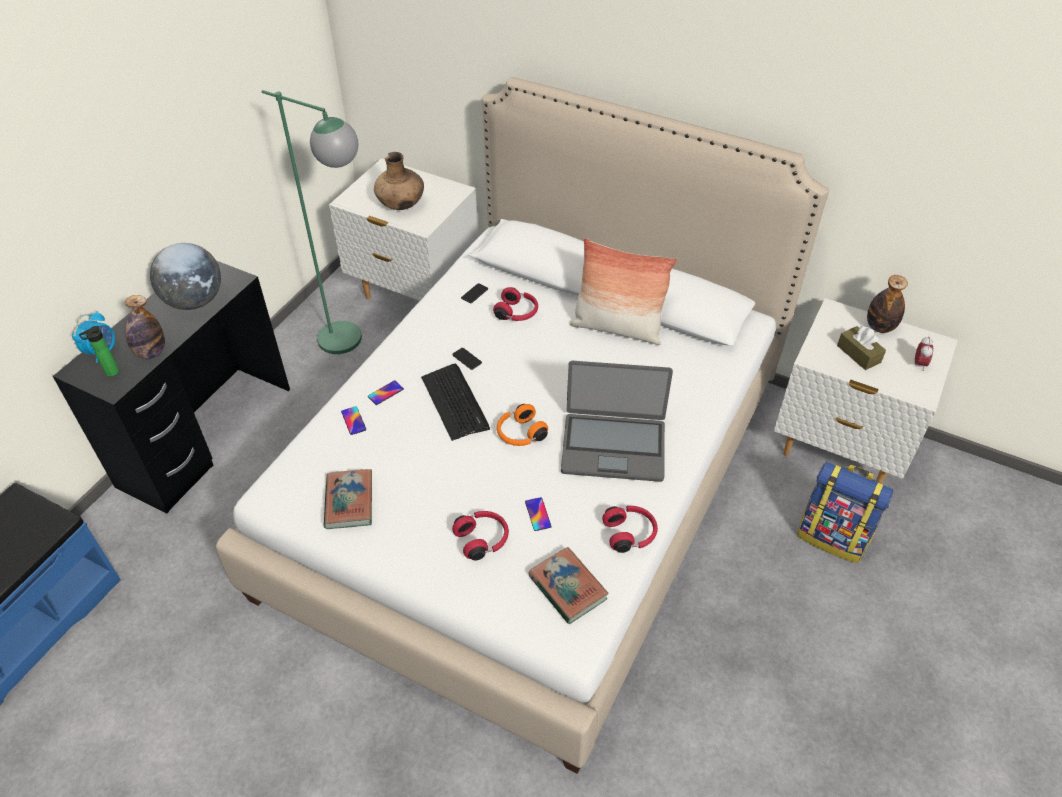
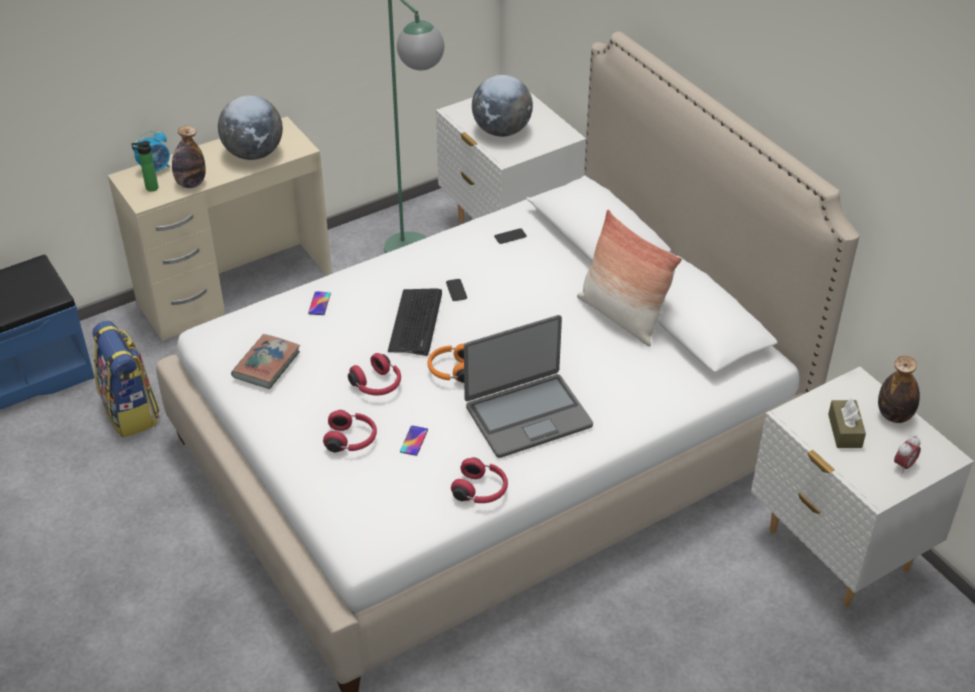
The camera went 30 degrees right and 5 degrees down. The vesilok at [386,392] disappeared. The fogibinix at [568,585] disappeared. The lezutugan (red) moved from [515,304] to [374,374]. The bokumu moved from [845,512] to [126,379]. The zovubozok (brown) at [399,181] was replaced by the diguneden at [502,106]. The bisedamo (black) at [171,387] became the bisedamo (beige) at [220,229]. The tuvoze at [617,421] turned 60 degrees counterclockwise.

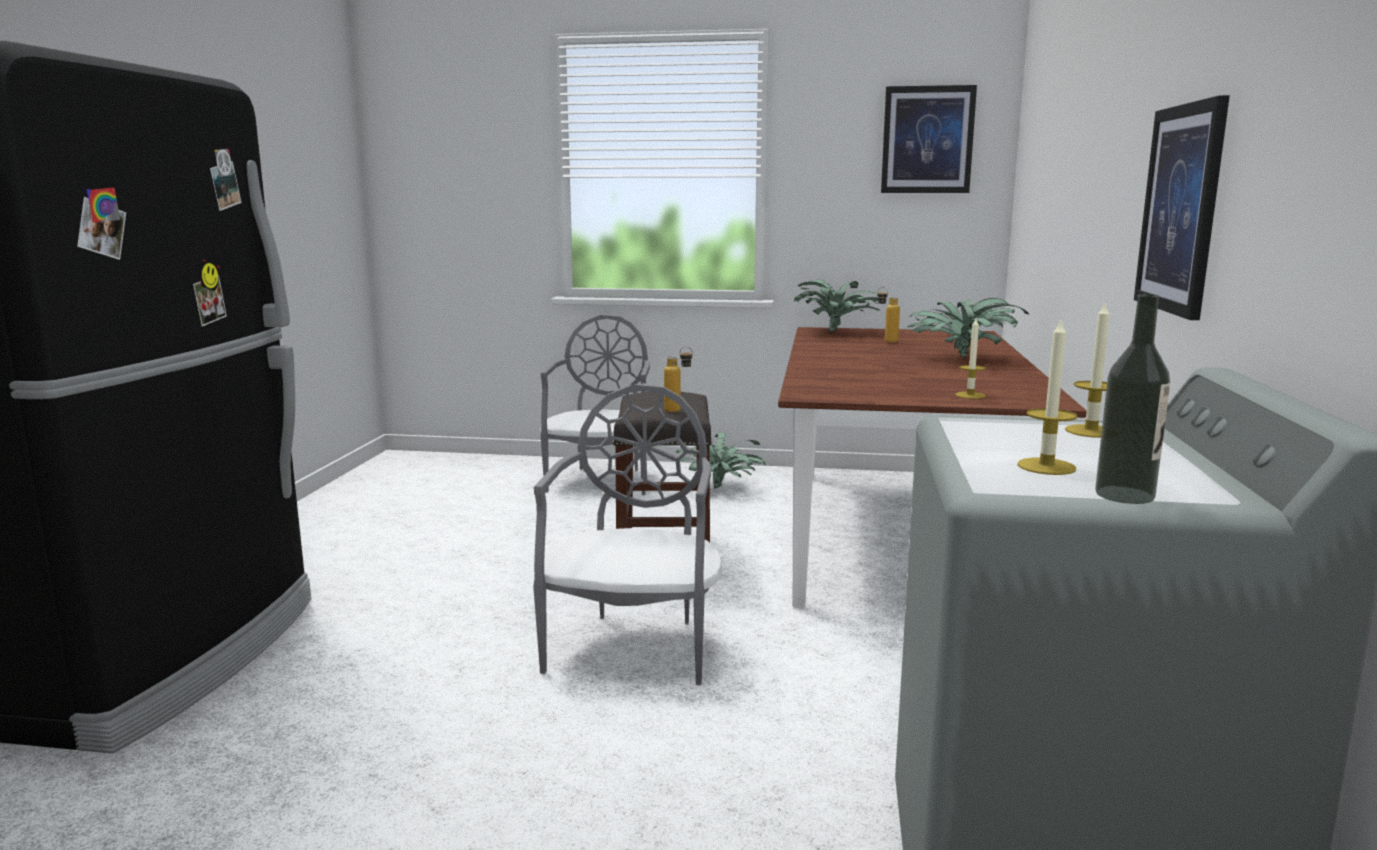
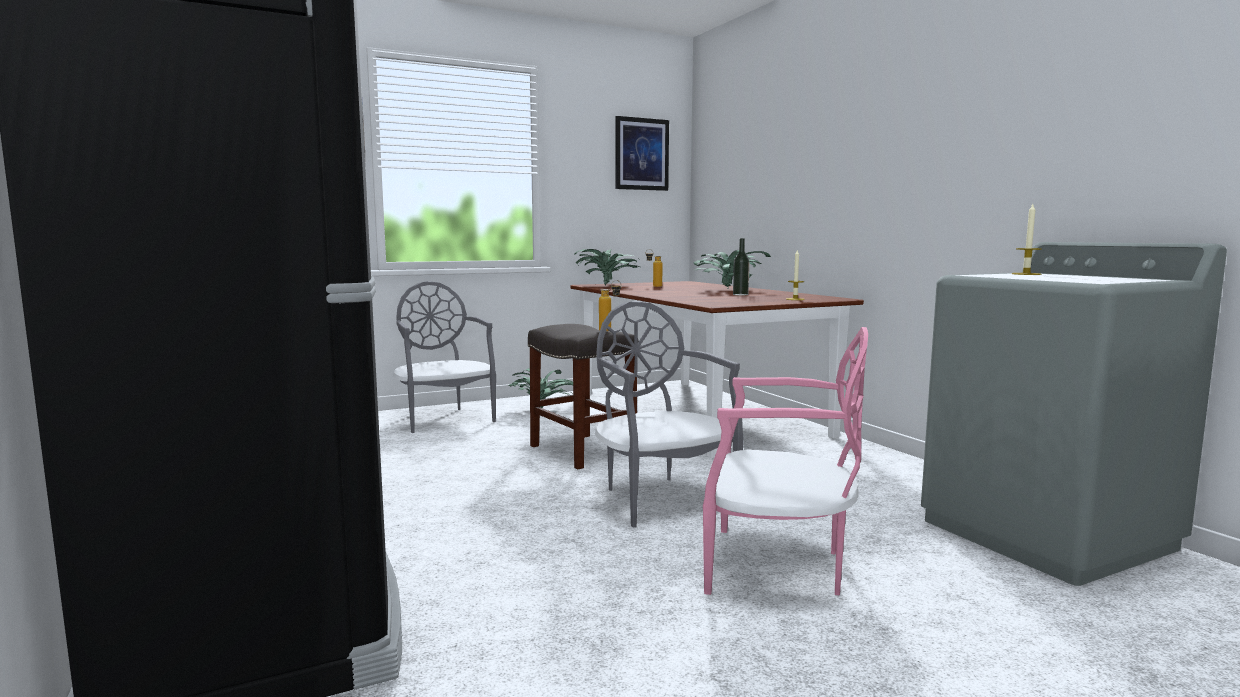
The camera went 35 degrees left and 5 degrees down. The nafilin at [1047,396] disappeared. The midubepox at [1182,207] disappeared. The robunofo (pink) at [785,461] appeared. The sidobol moved from [1132,399] to [741,266].

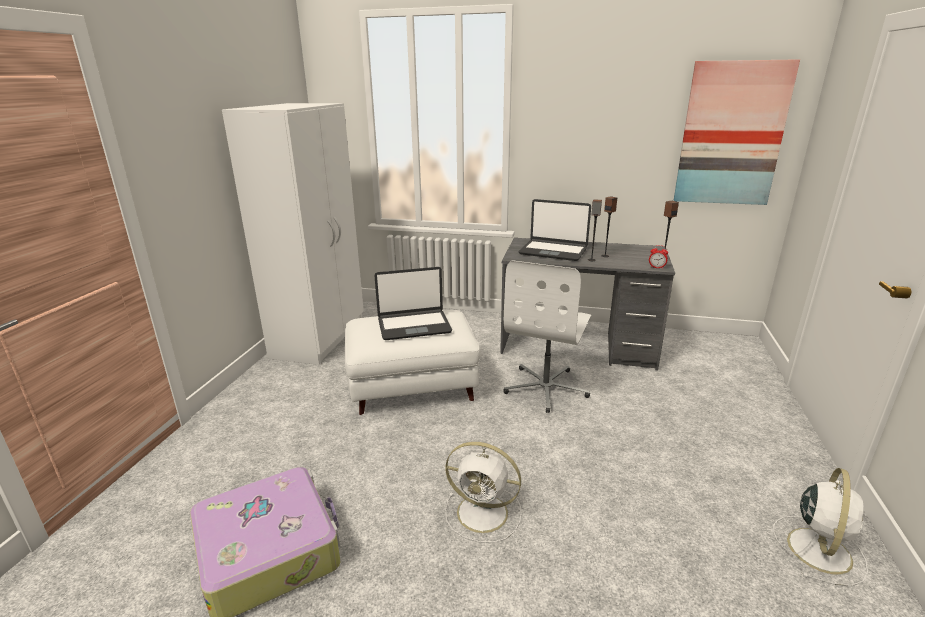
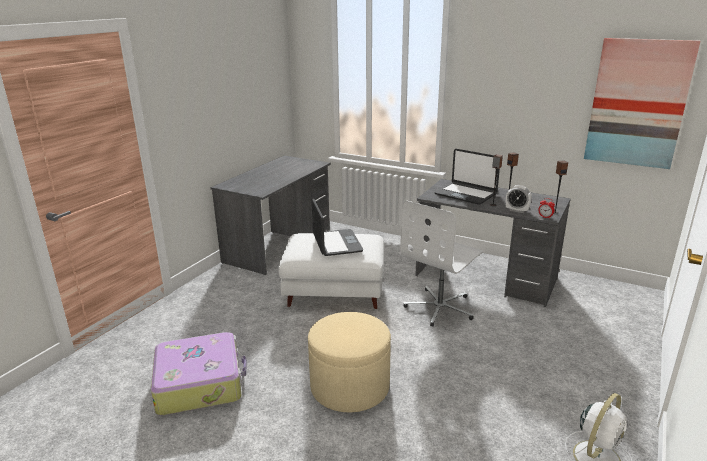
The camera went 15 degrees right and 0 degrees up. The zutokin at [519,199] appeared. The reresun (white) at [293,234] was replaced by the bisedamo (grey) at [271,215]. The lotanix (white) at [483,492] was replaced by the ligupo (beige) at [349,362]. The tuvoze at [413,303] turned 105 degrees counterclockwise.

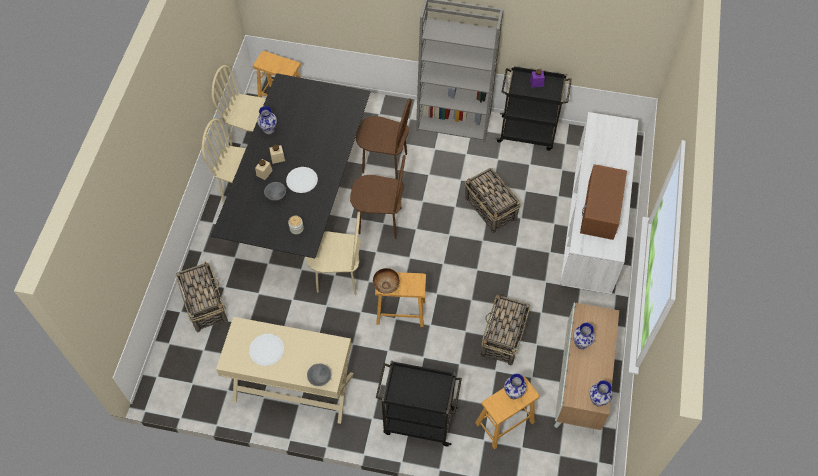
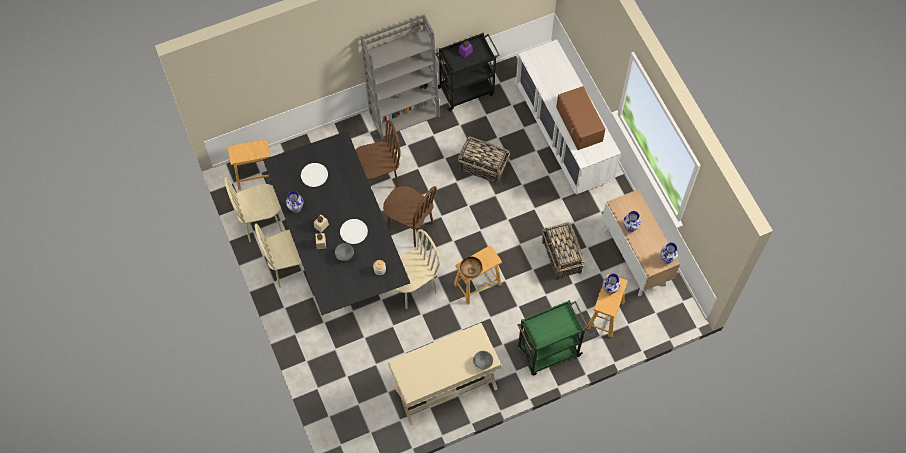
The camera went 35 degrees left and 5 degrees up. The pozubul at [202,296] disappeared. The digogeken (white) moved from [266,350] to [314,175]. The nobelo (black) at [419,403] became the nobelo (green) at [553,338]. The robunofo (brown) at [378,197] turned 60 degrees clockwise.

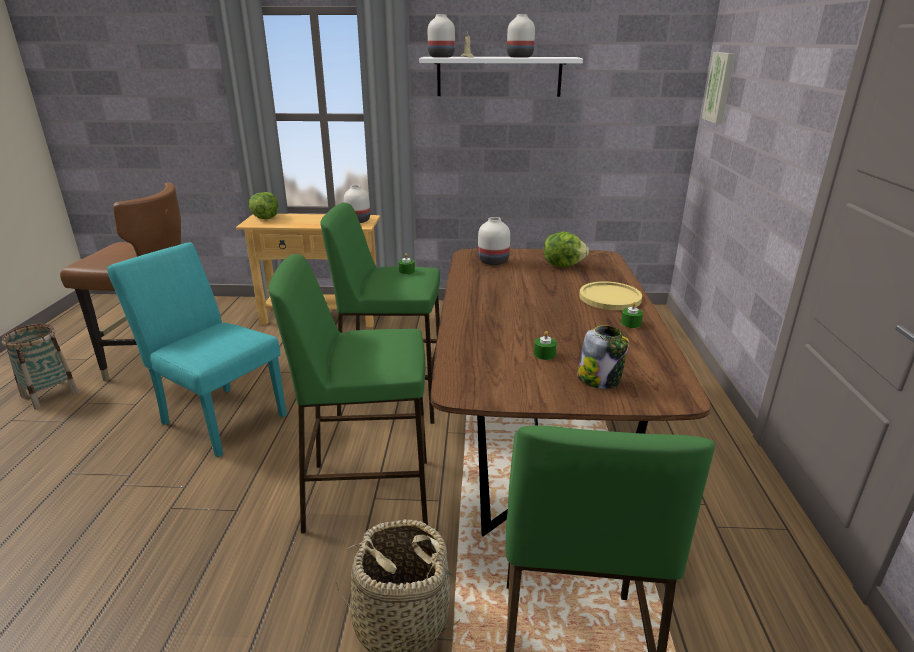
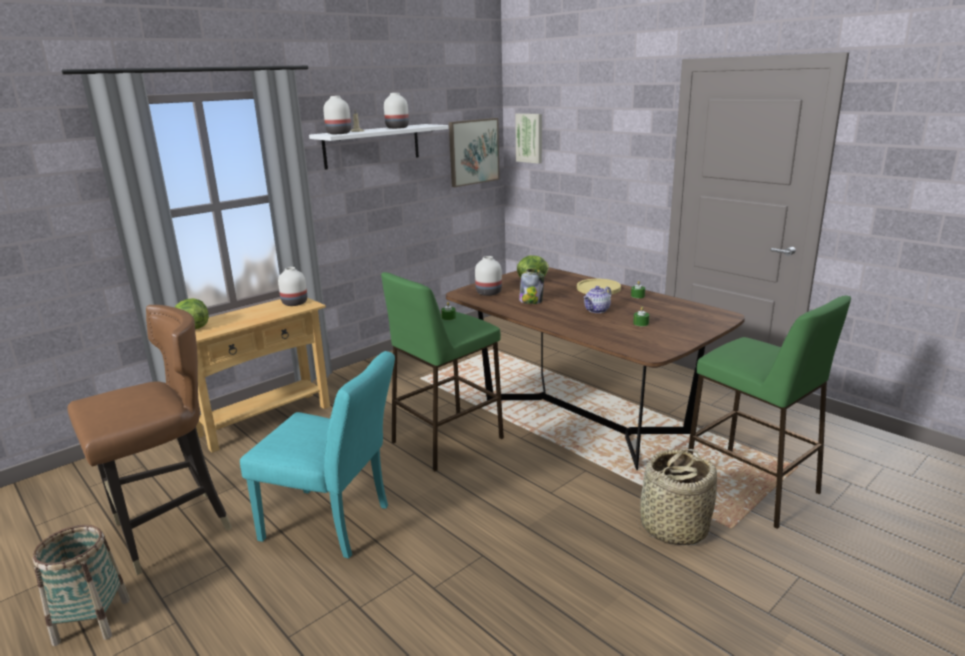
The camera went 45 degrees left and 5 degrees down. The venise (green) at [348,393] disappeared. The midubepox at [474,152] appeared. The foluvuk at [597,299] appeared. The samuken moved from [603,357] to [531,286]. The robunofo (turquoise) at [197,349] turned 150 degrees counterclockwise.

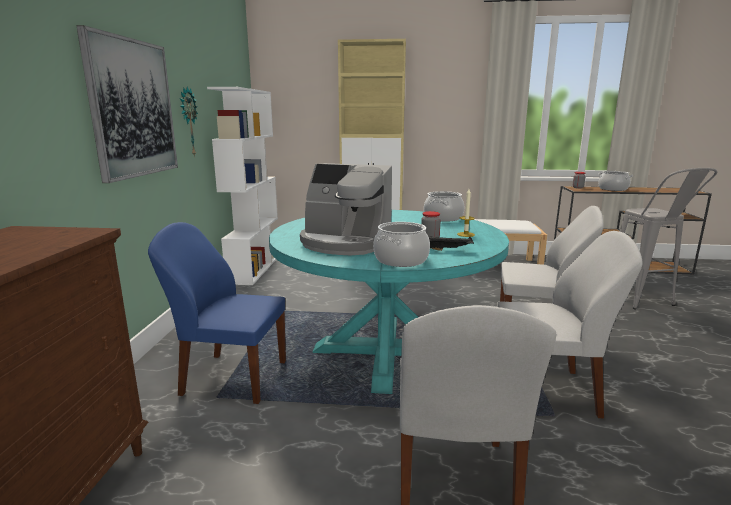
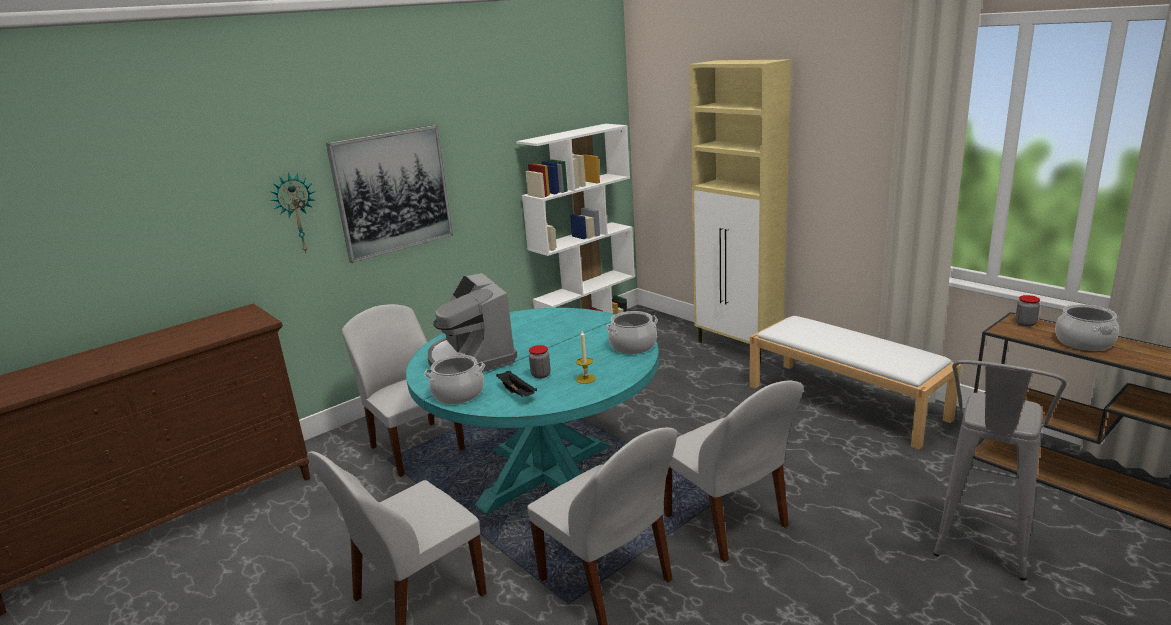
The camera went 45 degrees right and 5 degrees up. The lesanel moved from [189,122] to [293,213]. The robunofo (blue) at [217,313] became the robunofo (white) at [403,390].

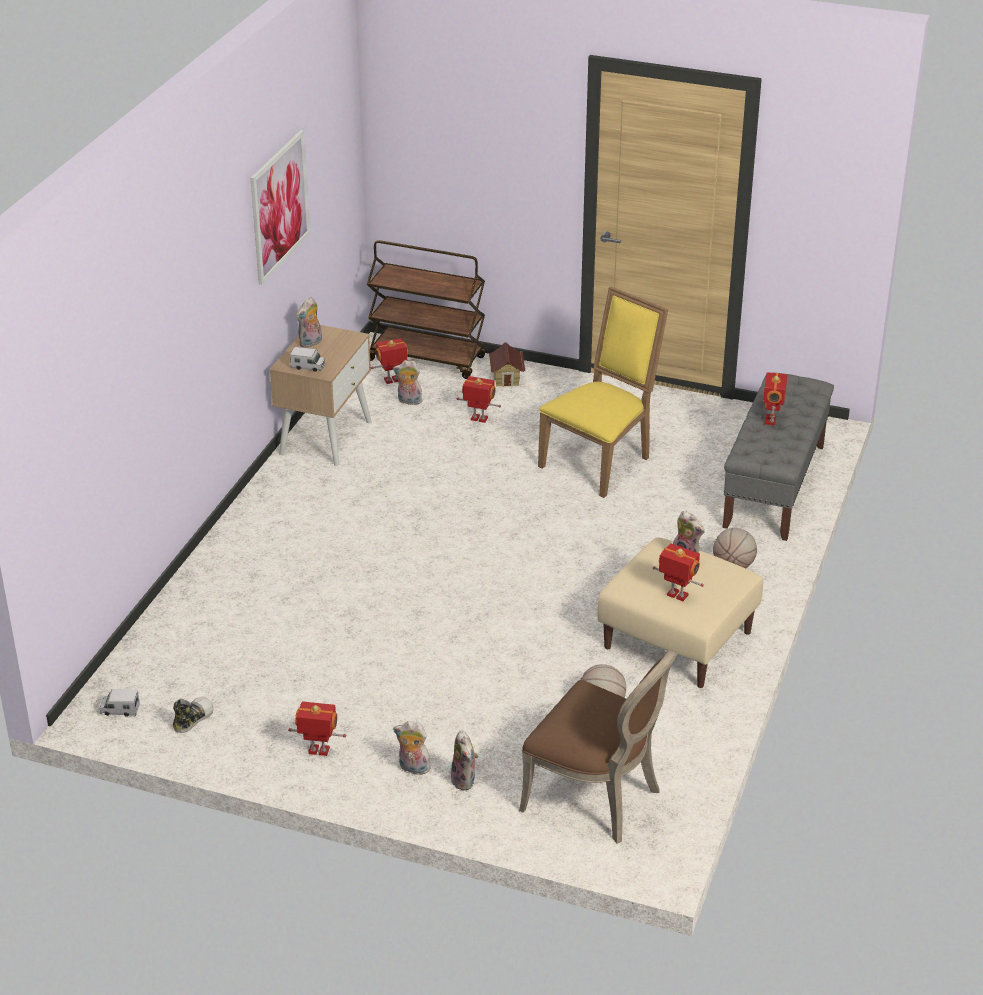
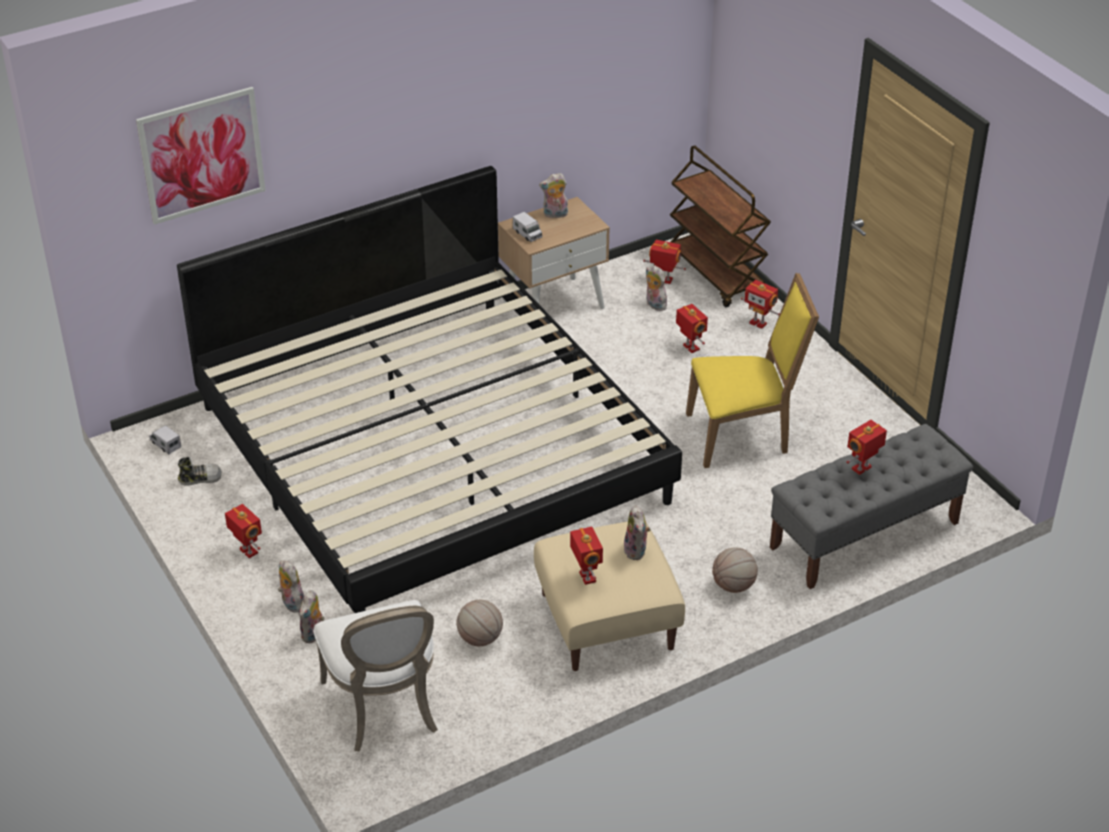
The camera went 40 degrees right and 5 degrees up. The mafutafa at [429,389] appeared. The midubepox moved from [280,207] to [201,156]. The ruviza at [507,365] was replaced by the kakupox at [760,304]. The robunofo (brown) at [598,746] became the robunofo (white) at [375,676].

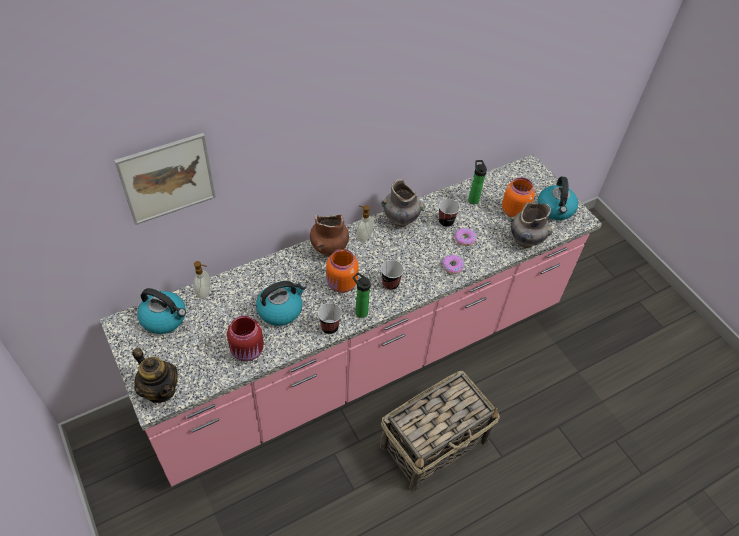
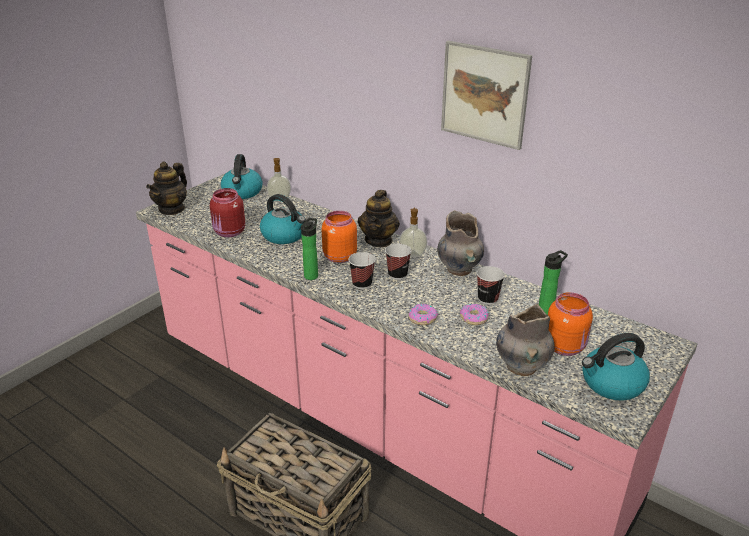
The camera went 70 degrees right and 20 degrees down. The midubepox moved from [165,179] to [486,95]. The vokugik moved from [330,318] to [398,262]. The zovubozok (brown) at [329,236] was replaced by the foluvuk at [379,218].

